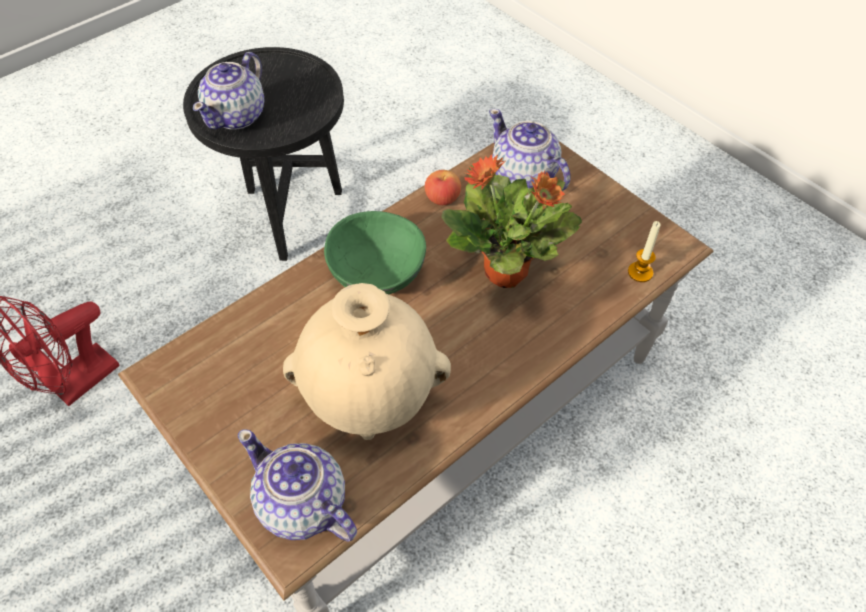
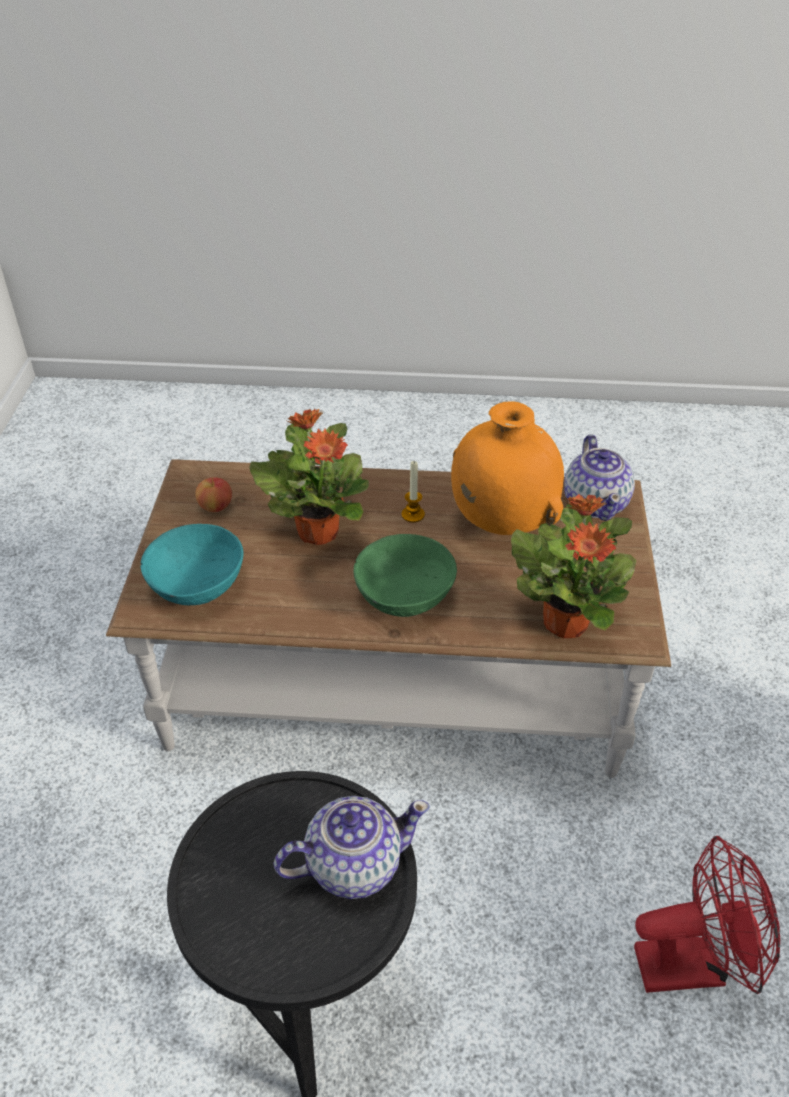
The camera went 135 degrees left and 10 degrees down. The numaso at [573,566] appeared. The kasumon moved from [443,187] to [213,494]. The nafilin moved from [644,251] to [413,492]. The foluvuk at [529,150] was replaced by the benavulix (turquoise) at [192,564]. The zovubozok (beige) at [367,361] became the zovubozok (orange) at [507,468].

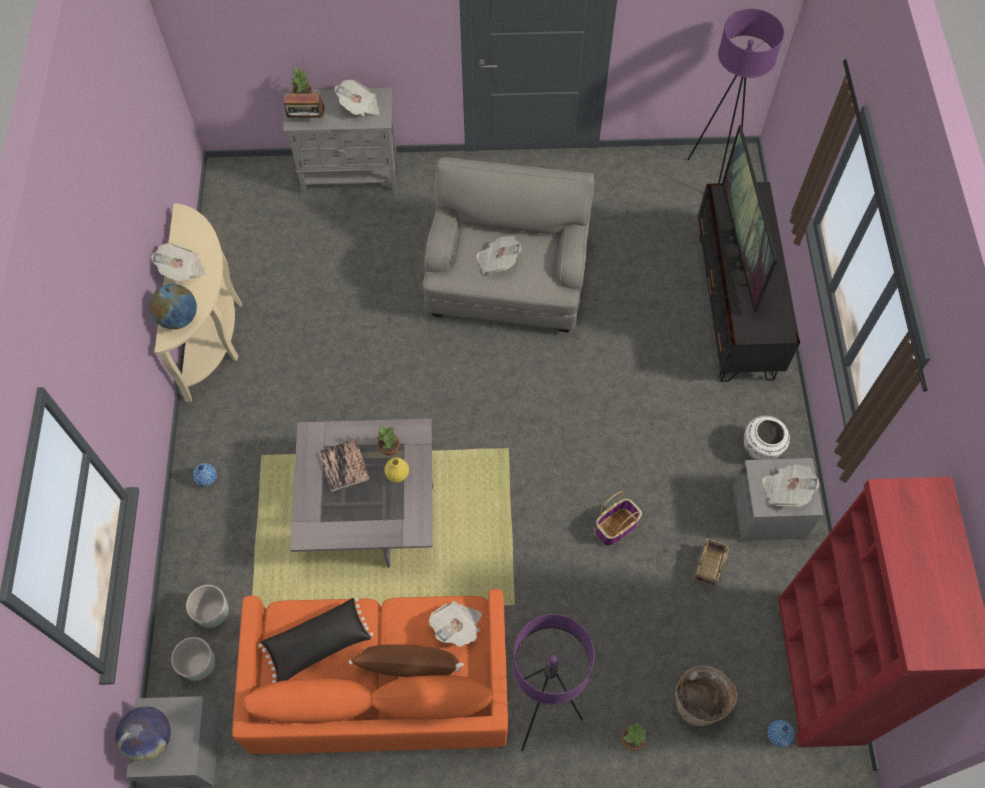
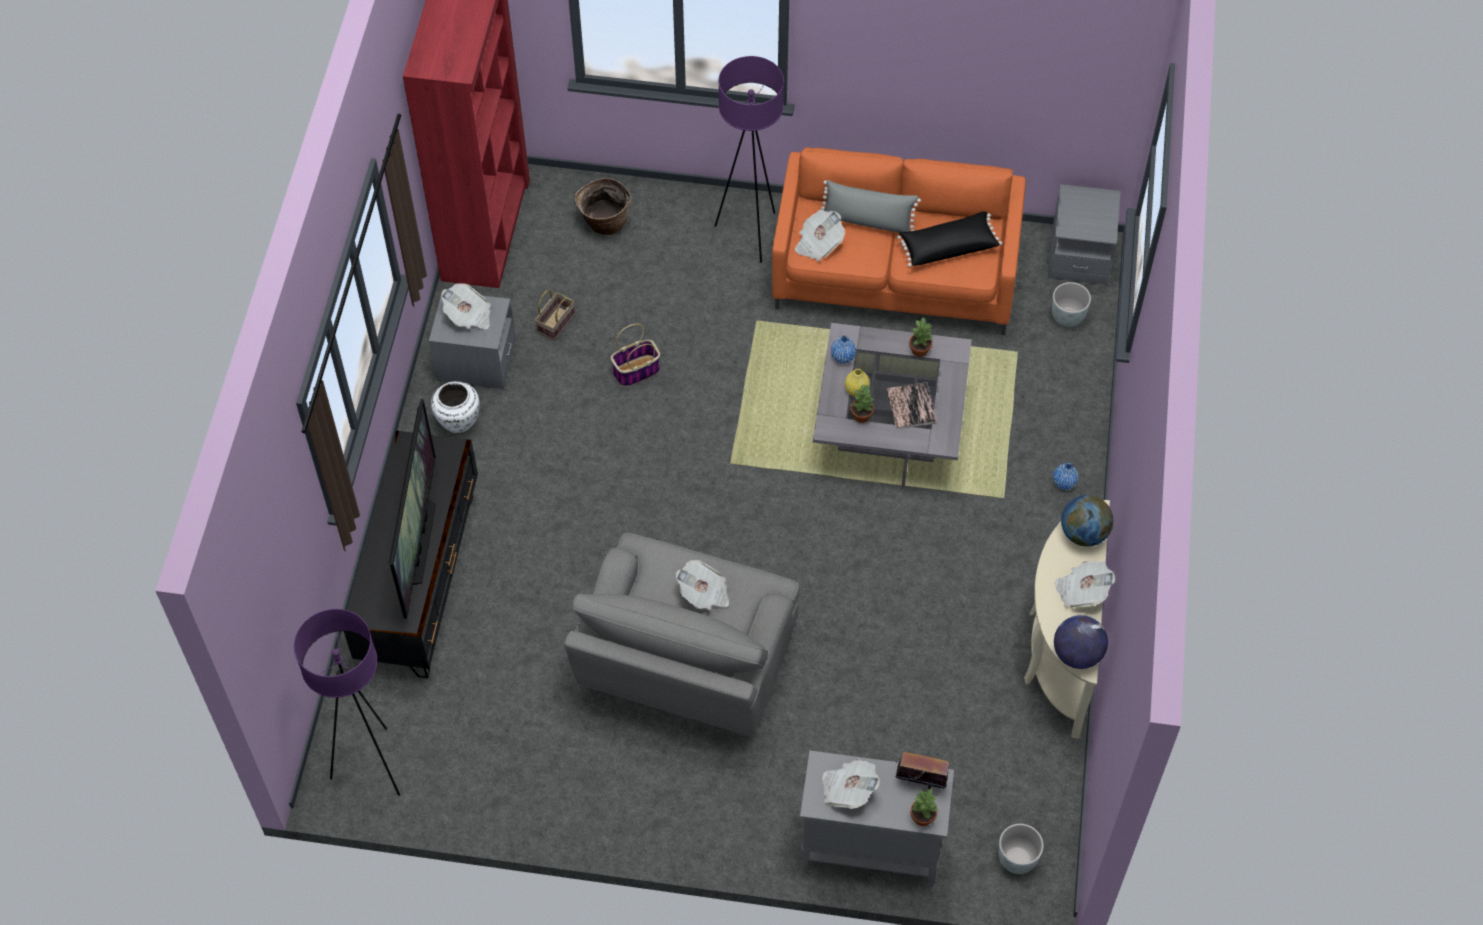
The camera went 170 degrees left and 5 degrees down. The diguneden moved from [143,734] to [1081,642]. The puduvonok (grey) moved from [207,606] to [1021,849]. The numaso moved from [634,736] to [921,337]. The zovubozok (blue) moved from [781,733] to [843,350]. The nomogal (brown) at [406,660] became the nomogal (grey) at [871,206].

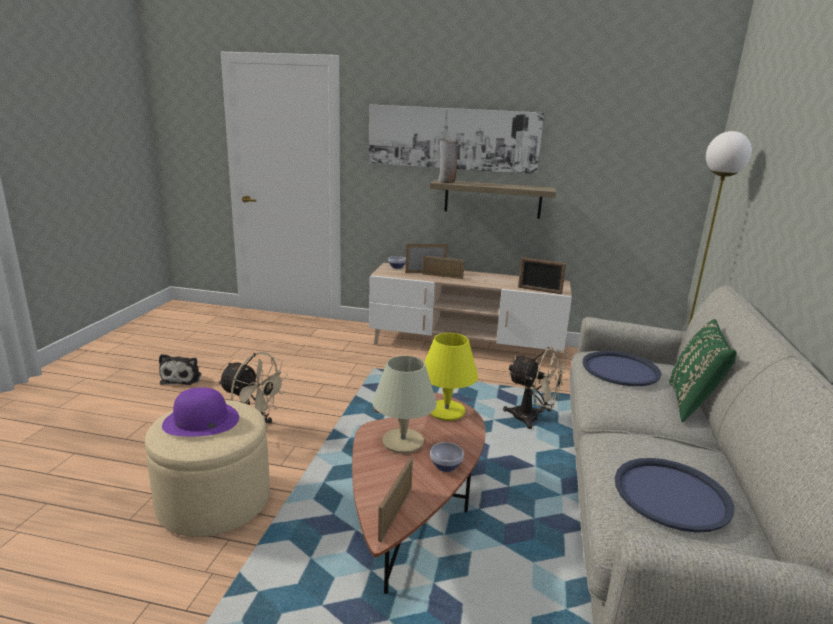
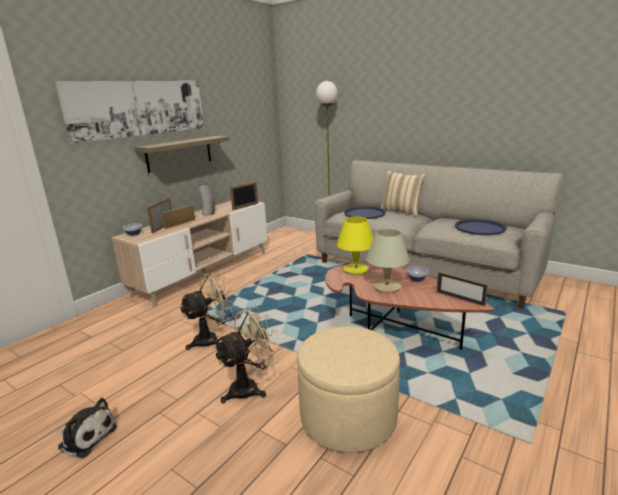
The camera went 65 degrees left and 0 degrees up. The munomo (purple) at [200,411] disappeared. The zovubozok moved from [447,161] to [206,199]. The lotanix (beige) moved from [535,387] to [207,310]. The nomogal (green) at [703,370] became the nomogal (beige) at [403,193].

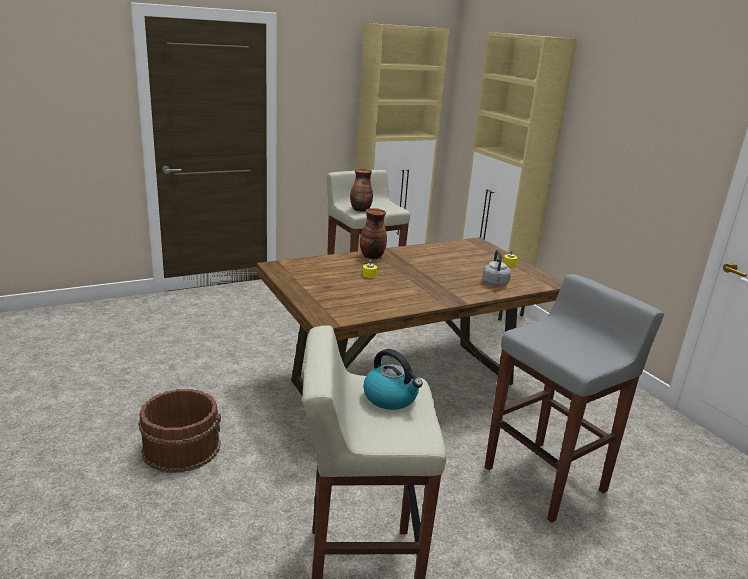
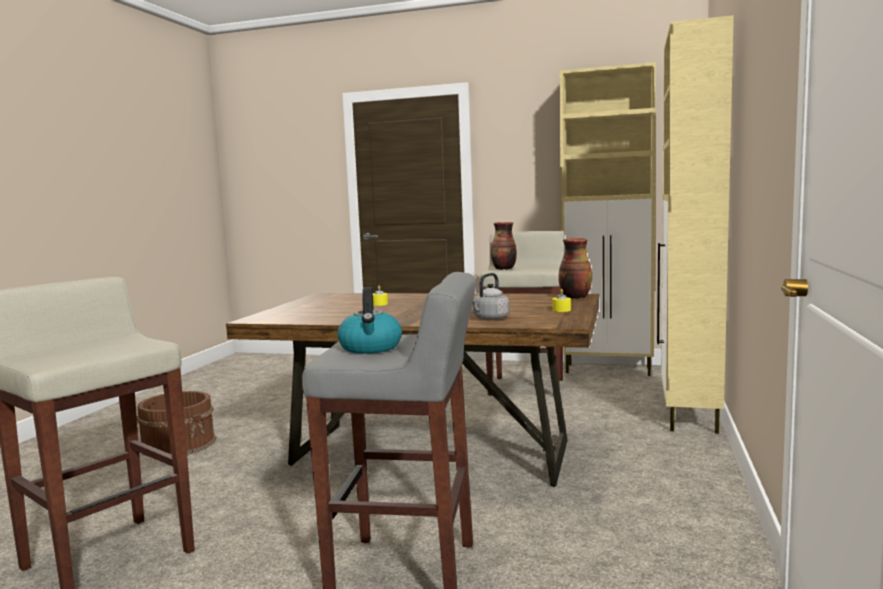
The camera went 45 degrees right and 15 degrees down. The zovubozok moved from [373,233] to [575,268]. The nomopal moved from [393,379] to [369,320].

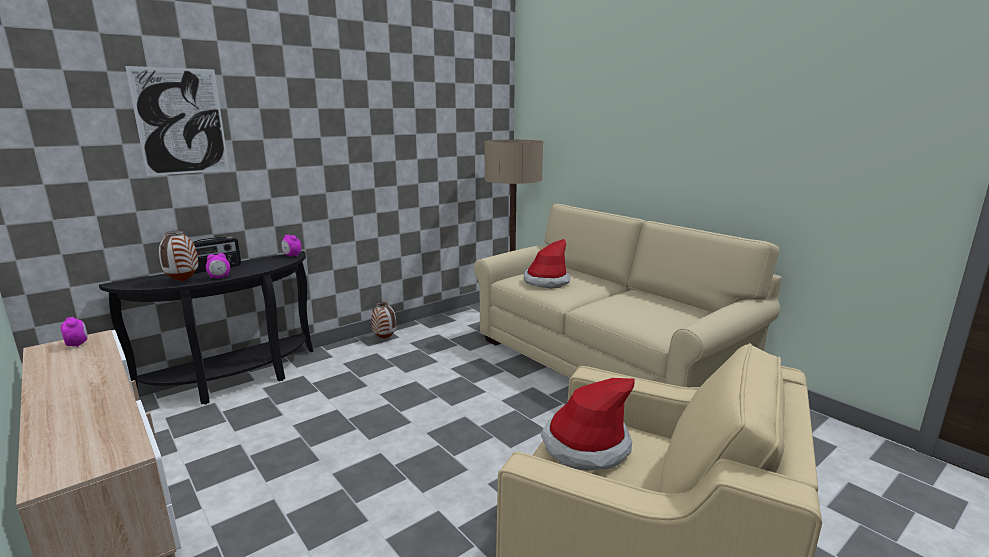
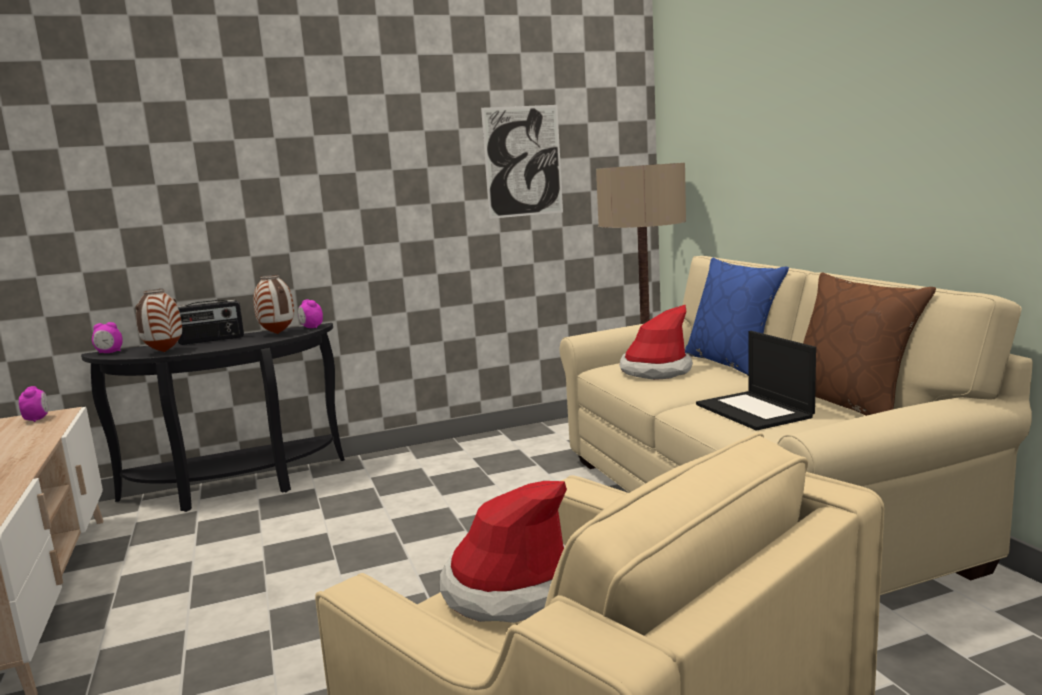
The camera went 20 degrees right and 5 degrees down. The nomogal (blue) at [737,316] appeared. The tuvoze at [756,381] appeared. The nomogal (brown) at [869,344] appeared. The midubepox moved from [177,121] to [522,162]. The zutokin moved from [218,265] to [107,338]. The zovubozok moved from [383,320] to [273,304].

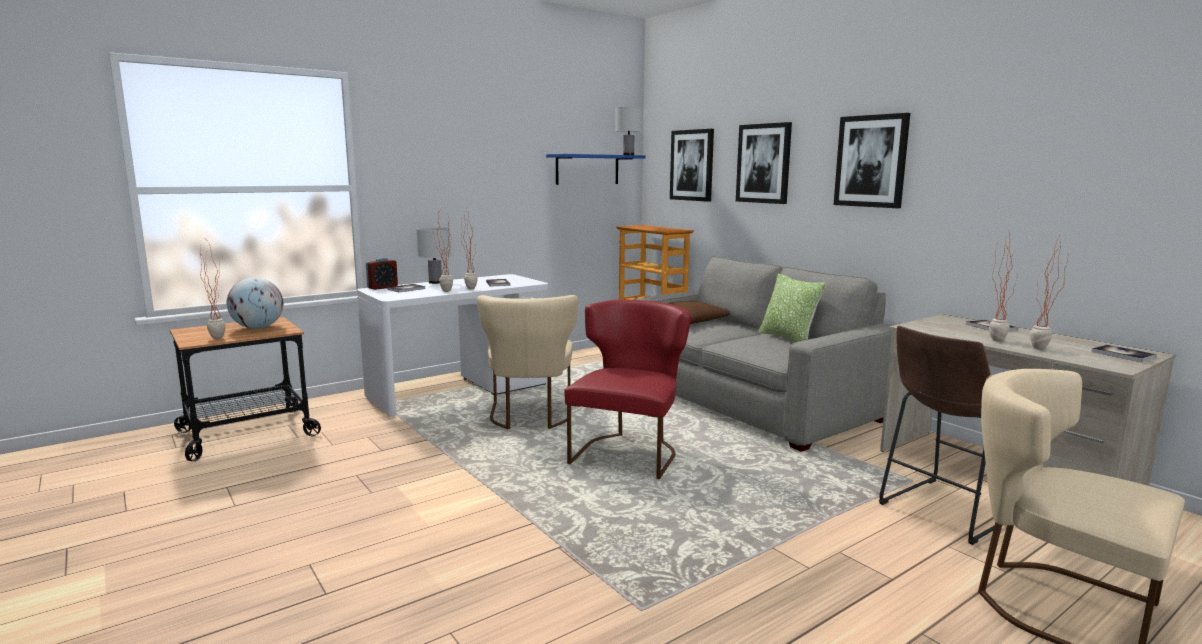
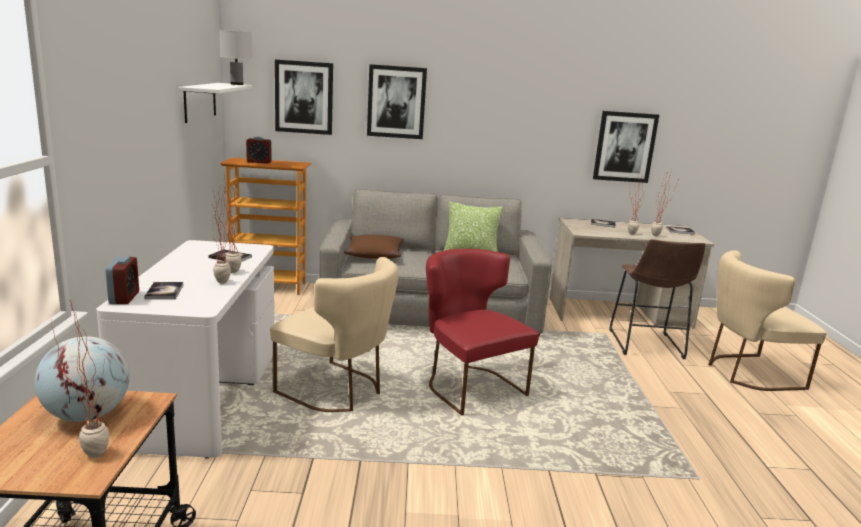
The camera went 55 degrees left and 5 degrees up. The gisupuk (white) at [433,256] disappeared. The zutokin at [259,150] appeared. The midubepox moved from [872,160] to [626,147]. The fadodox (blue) at [596,169] became the fadodox (white) at [215,103].

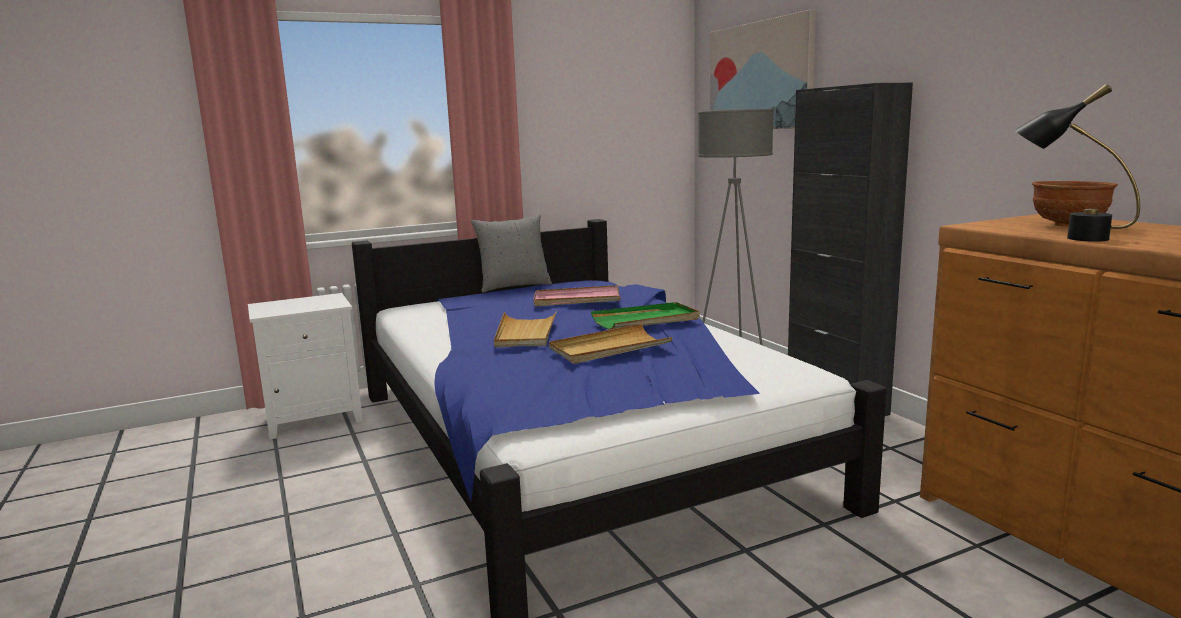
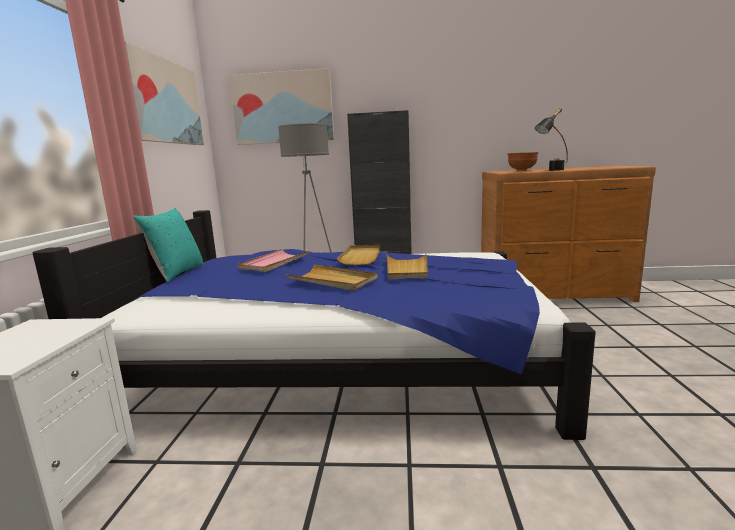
The camera went 60 degrees left and 0 degrees up. The midubepox at [164,93] appeared. The nomogal (grey) at [511,254] became the nomogal (turquoise) at [168,245]. The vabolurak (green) at [645,316] became the vabolurak (beige) at [358,255].

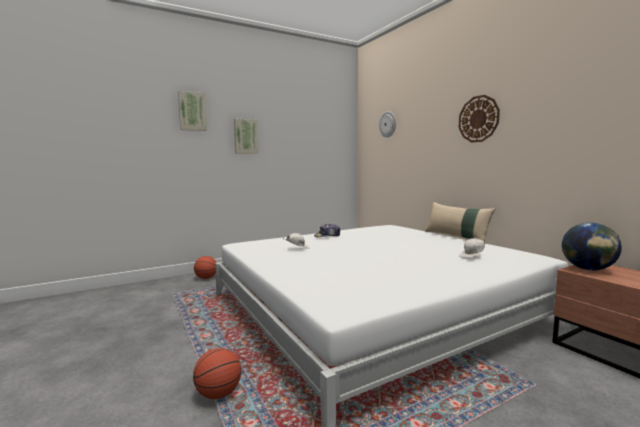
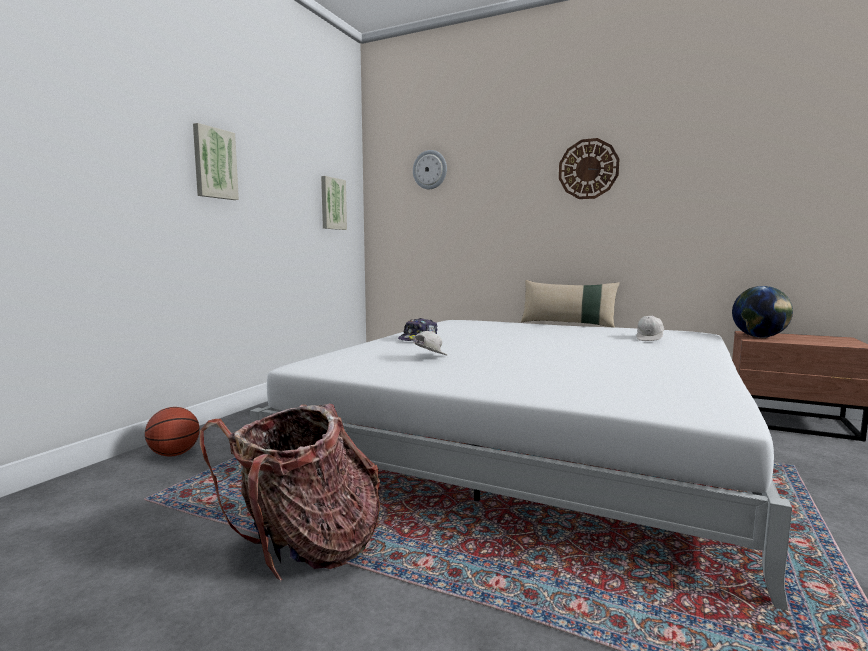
The camera went 35 degrees left and 0 degrees up. The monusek at [217,373] disappeared. The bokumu at [290,493] appeared. The midubepox moved from [192,111] to [334,203].

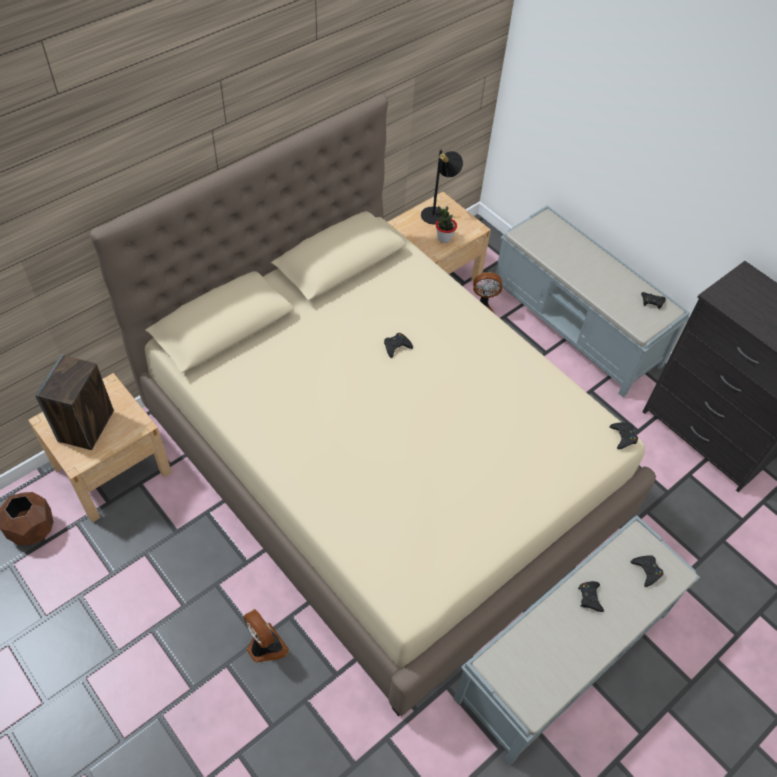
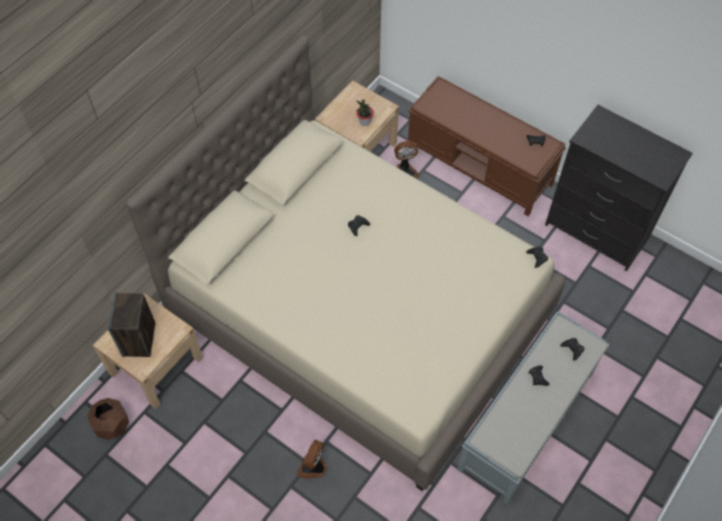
The camera went 10 degrees left and 5 degrees up. The gisupuk (black) at [442,187] disappeared. The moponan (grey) at [591,301] became the moponan (brown) at [487,146]. The lotanix at [266,636] turned 105 degrees counterclockwise.

